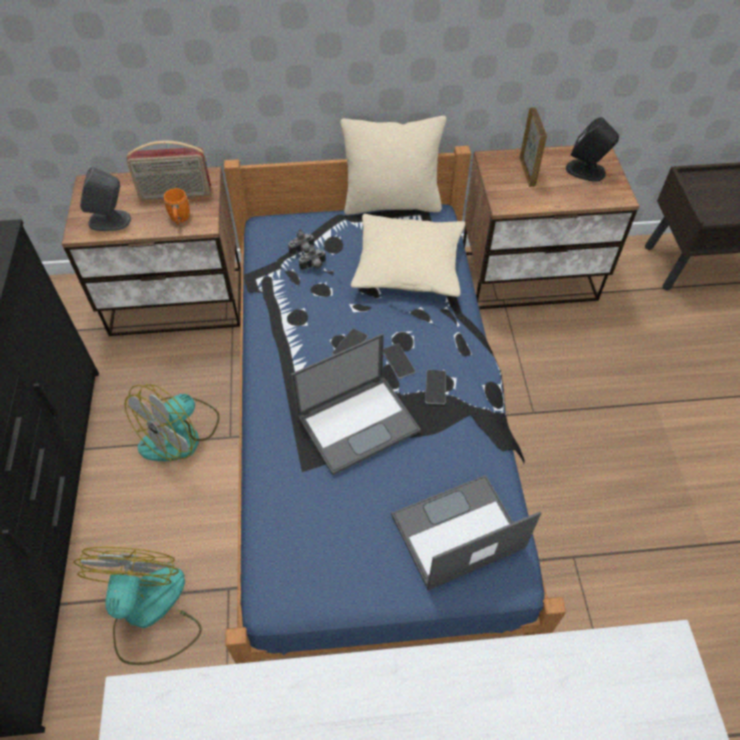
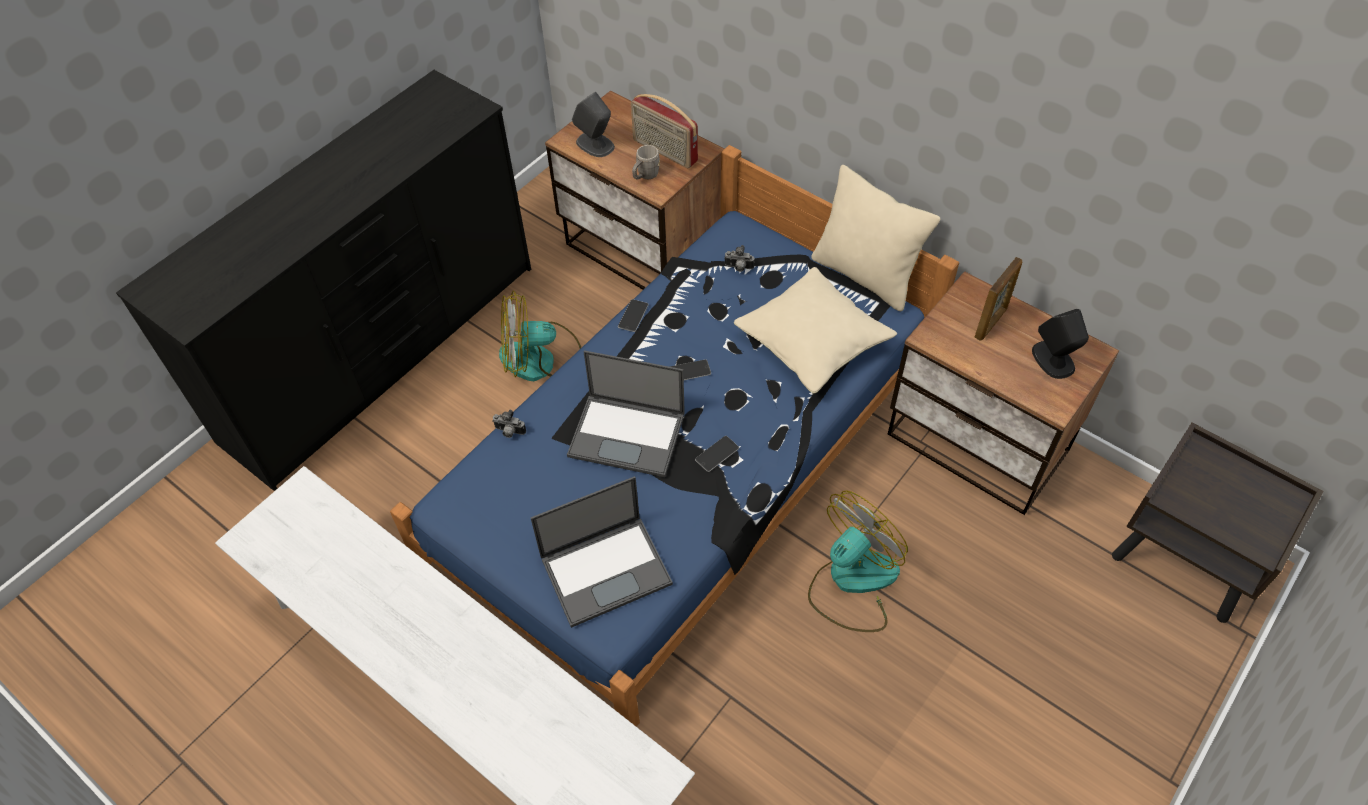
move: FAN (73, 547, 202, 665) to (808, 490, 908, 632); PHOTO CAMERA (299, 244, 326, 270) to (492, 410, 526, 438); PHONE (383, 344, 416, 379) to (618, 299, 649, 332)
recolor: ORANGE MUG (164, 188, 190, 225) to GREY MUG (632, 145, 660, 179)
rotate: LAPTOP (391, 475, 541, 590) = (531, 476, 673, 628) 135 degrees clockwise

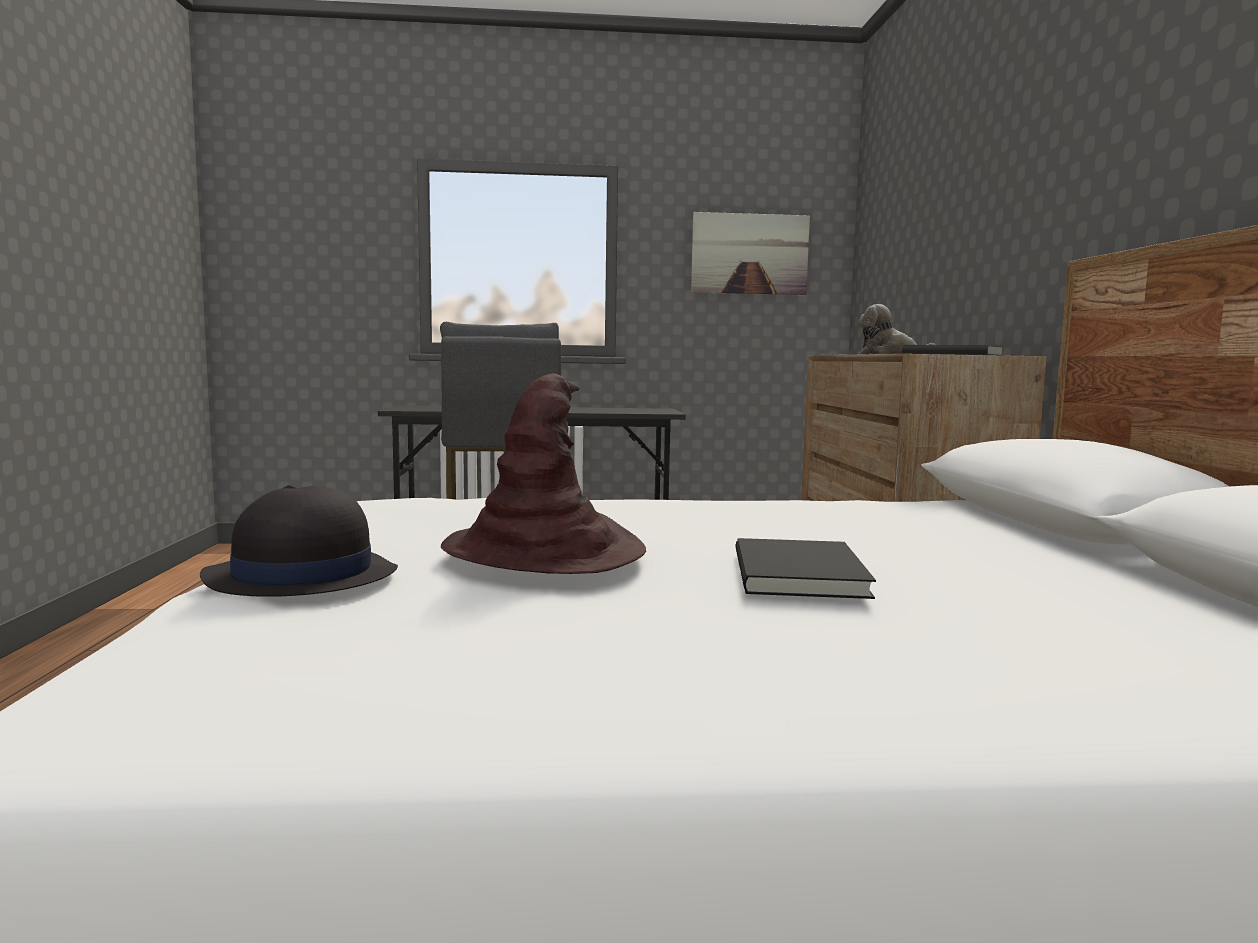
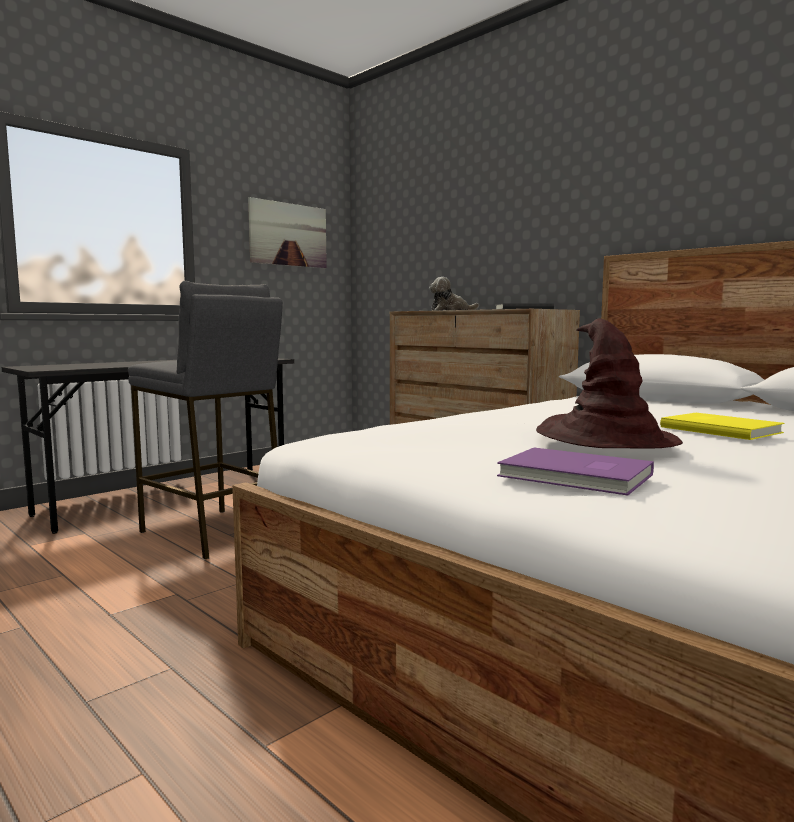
replace: BLACK HAT (200, 485, 398, 597) to PURPLE BOOK (497, 448, 654, 496)
recolor: BLACK BOOK (735, 538, 876, 599) to YELLOW BOOK (660, 413, 784, 440)

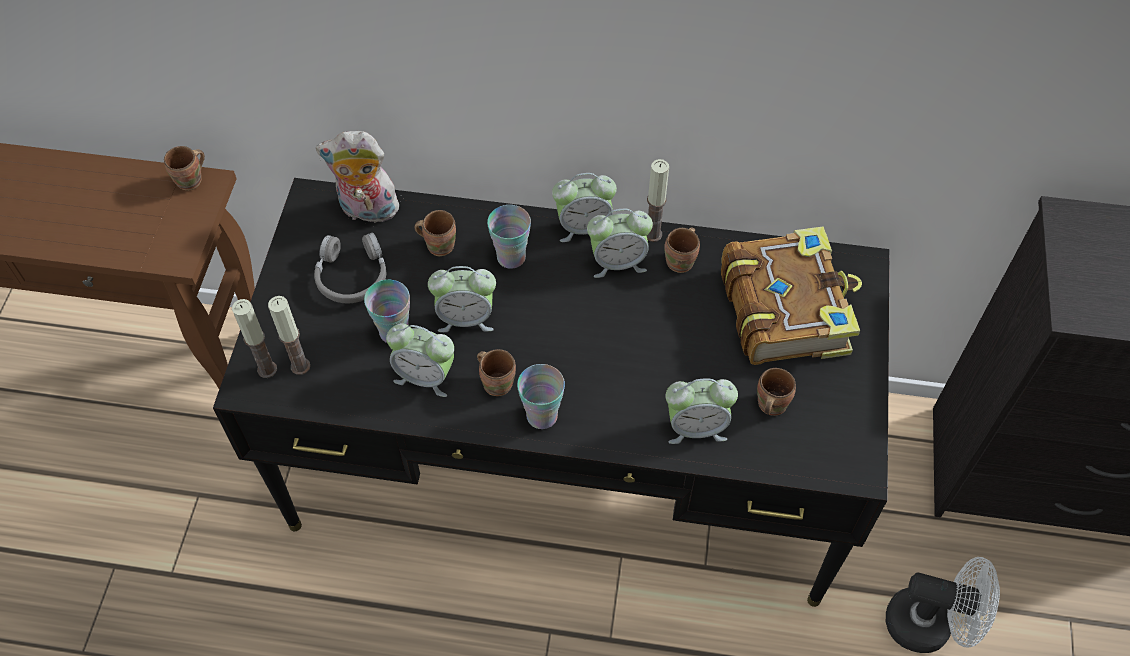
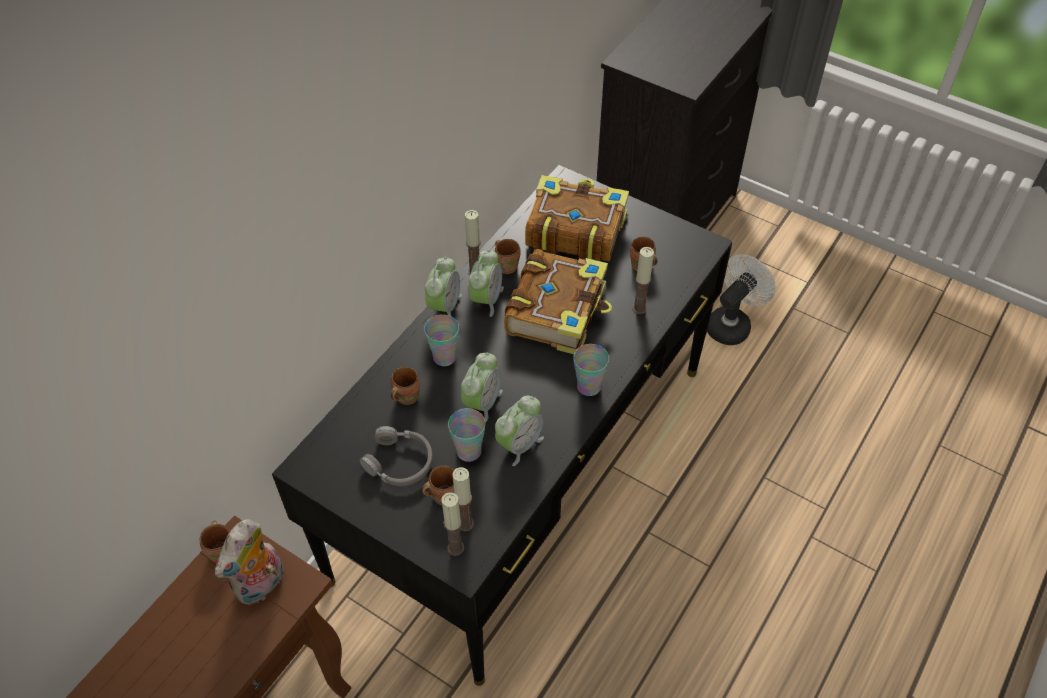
insert: BOOK (504, 249, 612, 354)
move: PLUSH TOY (316, 131, 401, 223) to (215, 520, 283, 605); BROWN MUG (477, 349, 516, 396) to (422, 465, 454, 505)
replace: ALARM CLOCK (666, 378, 738, 444) to CANDLE (632, 247, 654, 314)

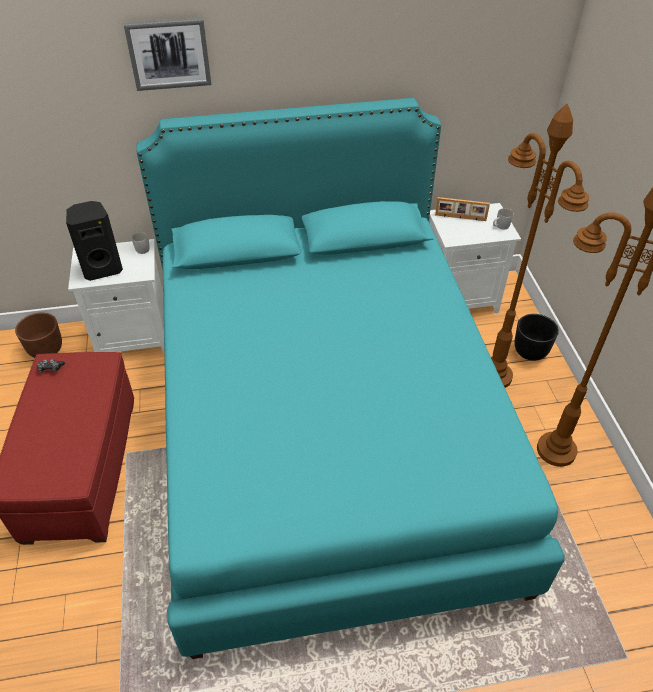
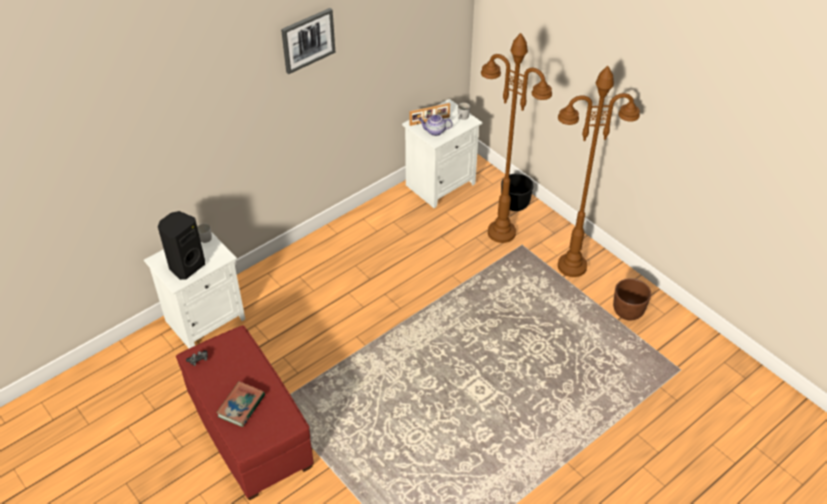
delete: TURQUOISE BED (136, 98, 565, 659)
insert: BOOK (216, 381, 265, 427); TEAPOT (419, 115, 453, 136)
move: BROWN PLANTER (15, 312, 62, 358) to (613, 278, 651, 320); PICTURE (124, 18, 211, 91) to (281, 8, 335, 74)

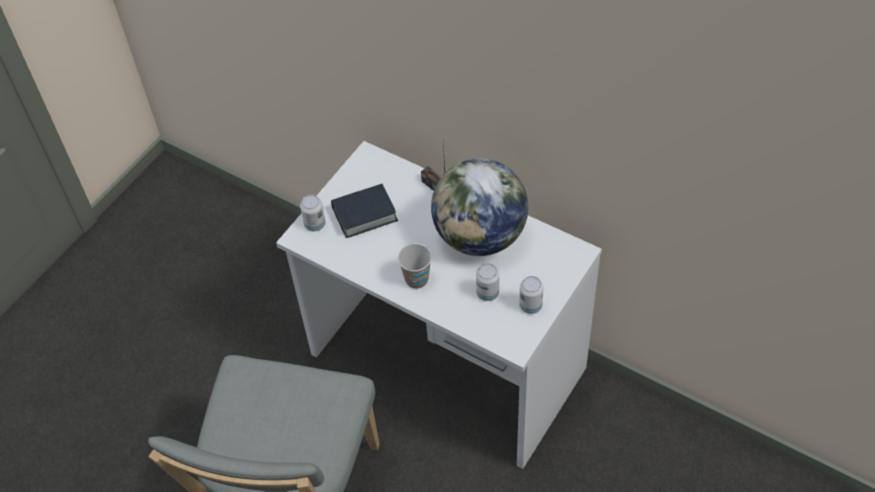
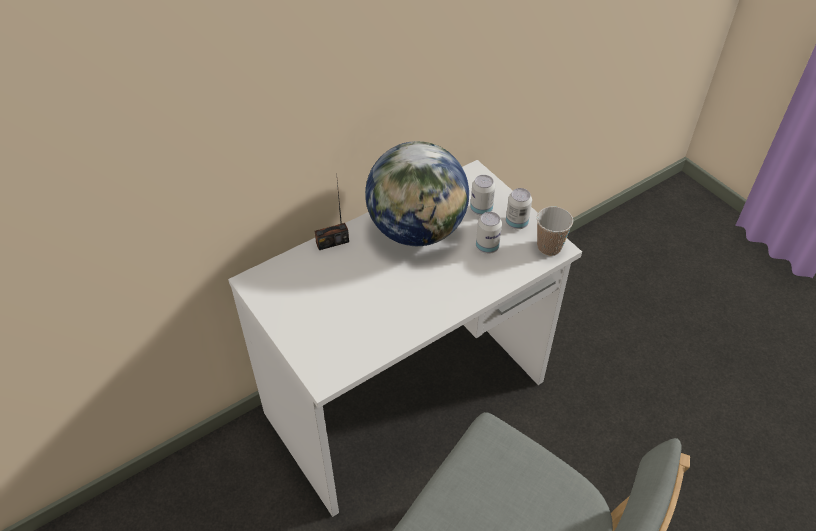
delete: BOOK (331, 184, 398, 238)
move: CAN (300, 195, 326, 231) to (470, 175, 495, 215); CUP (398, 243, 432, 289) to (537, 206, 573, 256)

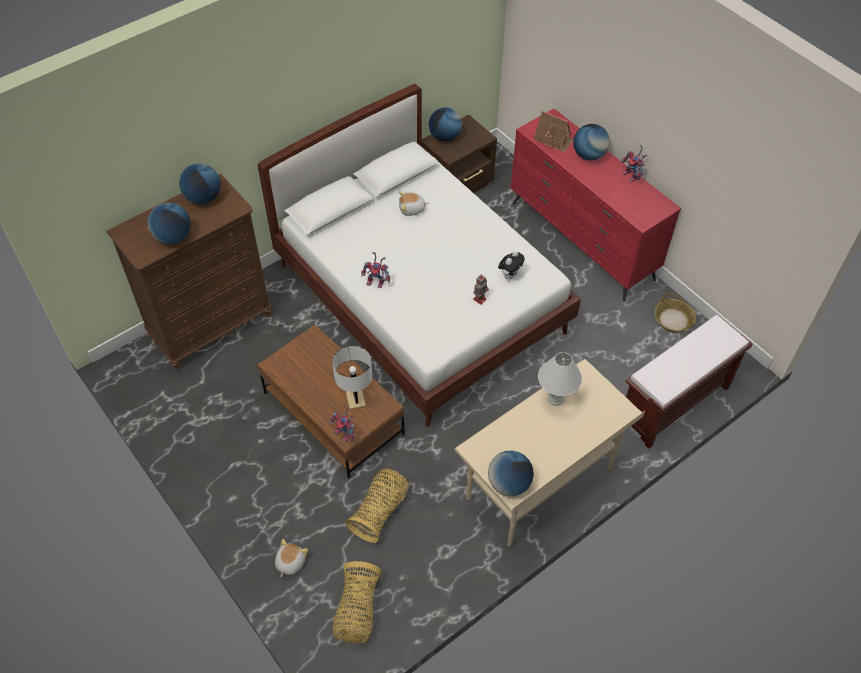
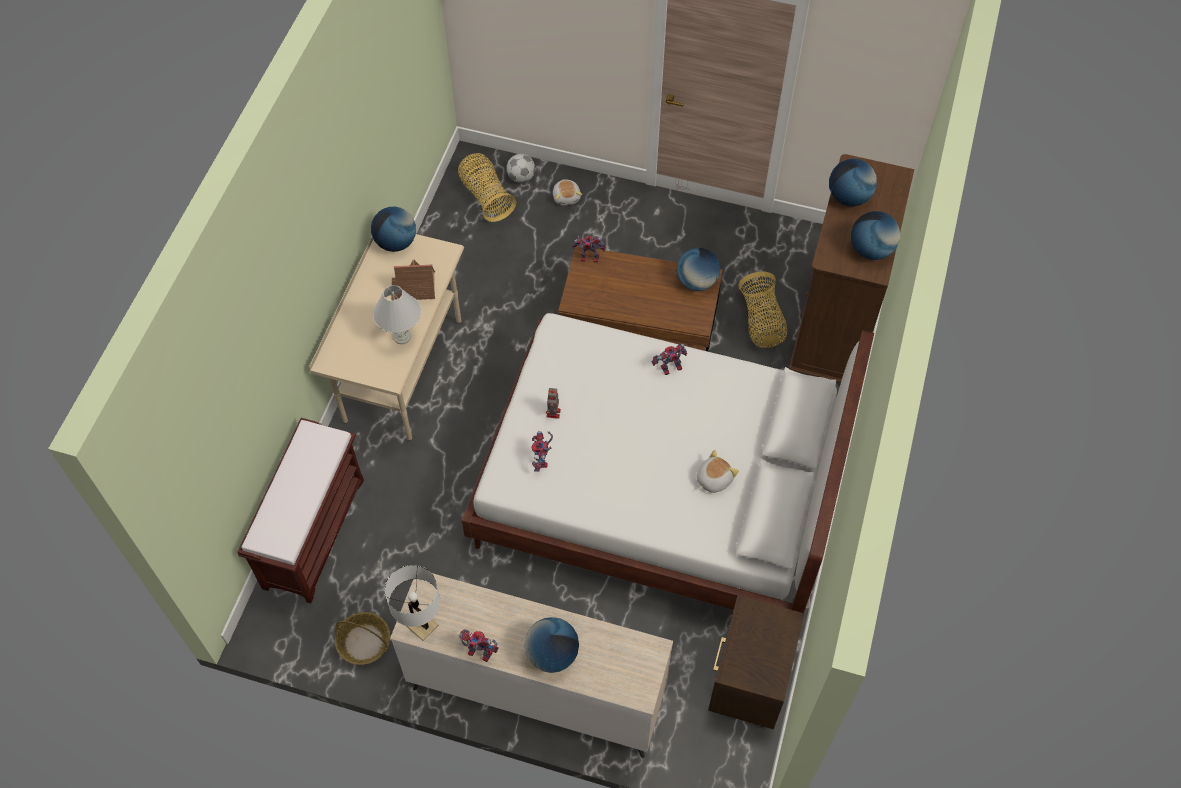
insert: FOOTBALL (506, 154, 535, 183)
move: WHITE TABLE LAMP (332, 346, 373, 410) to (384, 565, 440, 641); BASKET (346, 468, 409, 543) to (738, 272, 787, 348); GLOBE (429, 107, 462, 142) to (676, 248, 720, 291); TOY HOUSE (534, 111, 574, 152) to (391, 259, 435, 301)
replace: PLUSH TOY (498, 251, 525, 279) to TOY ROBOT (532, 431, 553, 471)
recolor: RED DRESSER (511, 109, 681, 302) to BEIGE DRESSER (390, 573, 673, 758)

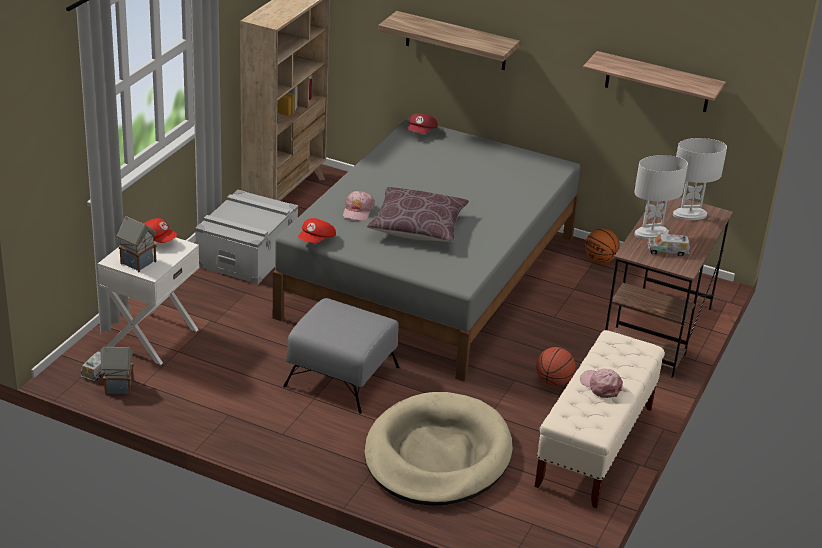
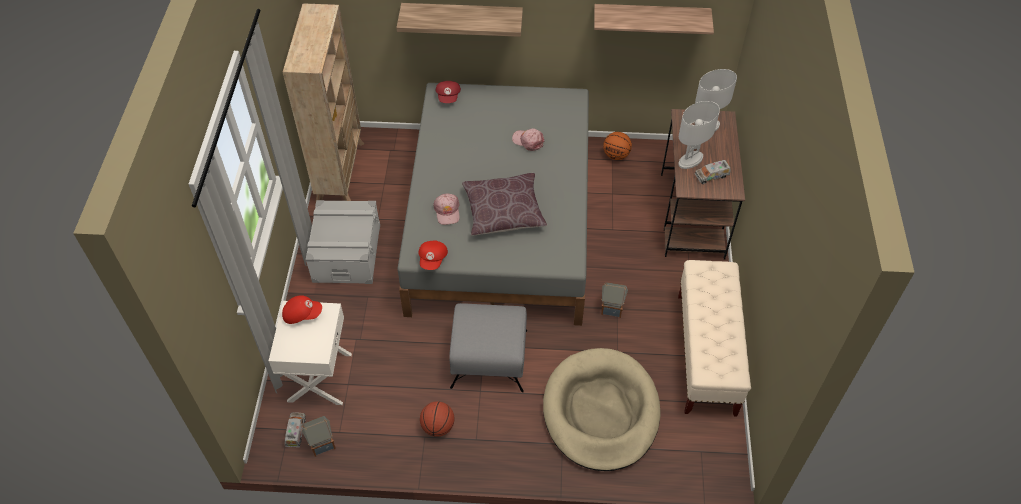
move: TOY HOUSE (116, 215, 157, 272) to (601, 282, 628, 318); BASKETBALL (536, 347, 575, 386) to (420, 401, 455, 437); PINK CAP (580, 369, 623, 398) to (512, 128, 544, 151)

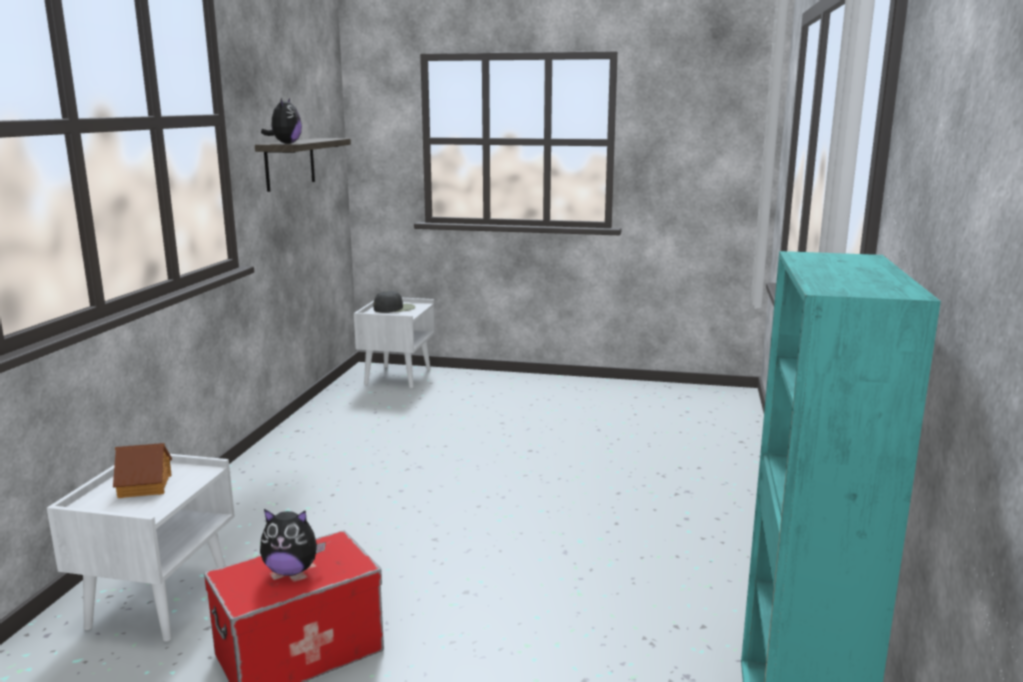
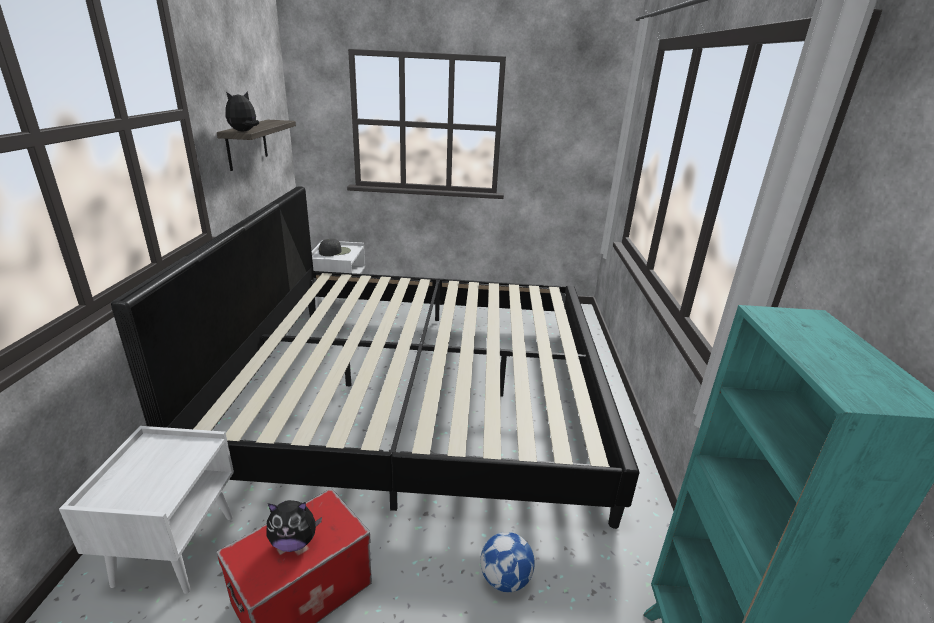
delete: TOY HOUSE (113, 443, 172, 498)
insert: BED (111, 186, 640, 529); FOOTBALL (480, 532, 535, 592)
rotate: PLUSH TOY (261, 98, 302, 144) = (225, 92, 259, 132) 135 degrees counterclockwise

